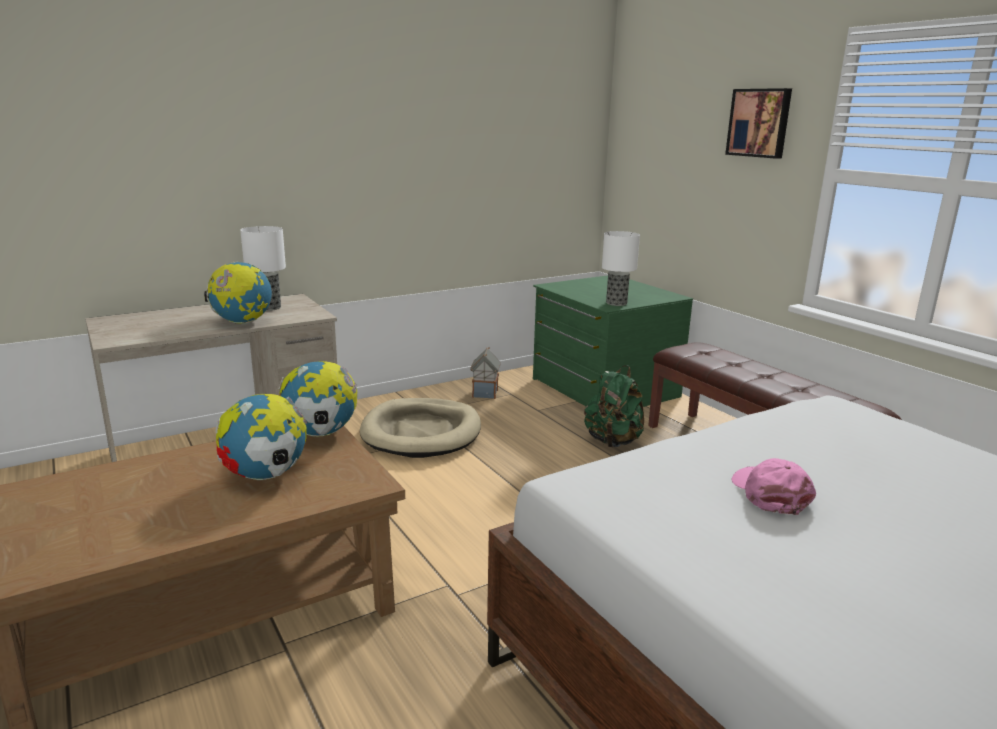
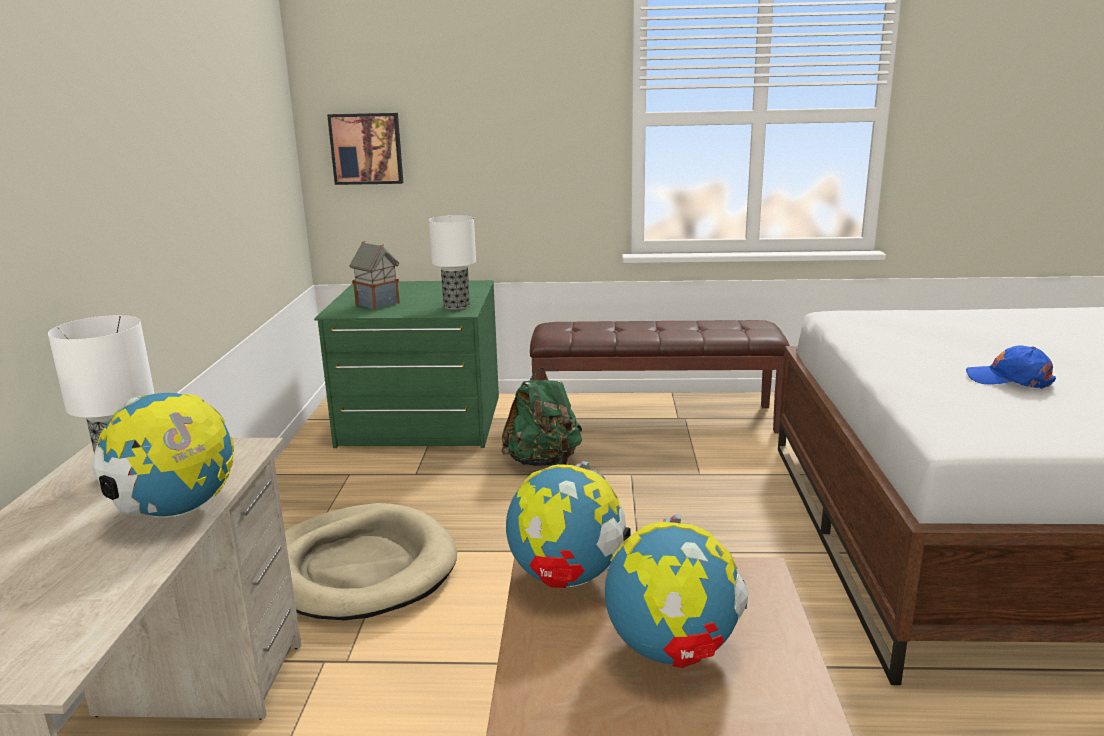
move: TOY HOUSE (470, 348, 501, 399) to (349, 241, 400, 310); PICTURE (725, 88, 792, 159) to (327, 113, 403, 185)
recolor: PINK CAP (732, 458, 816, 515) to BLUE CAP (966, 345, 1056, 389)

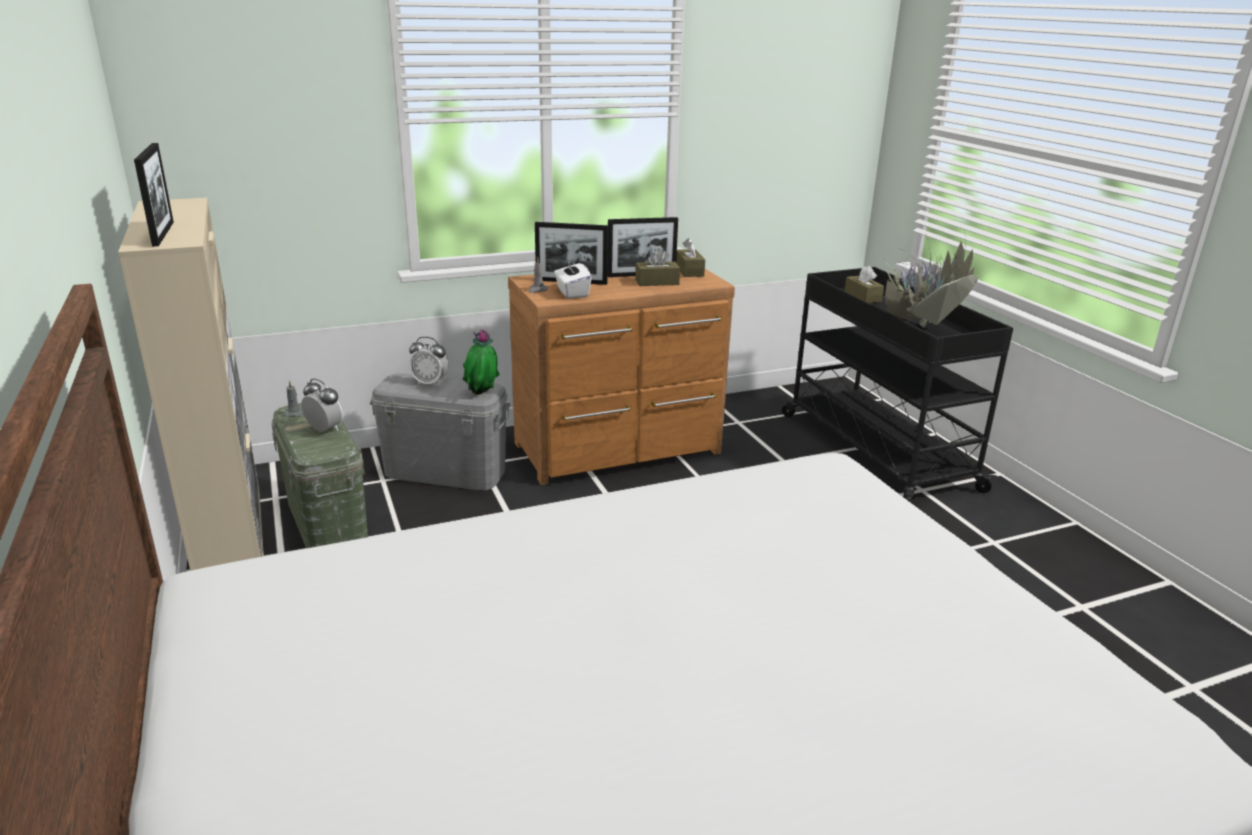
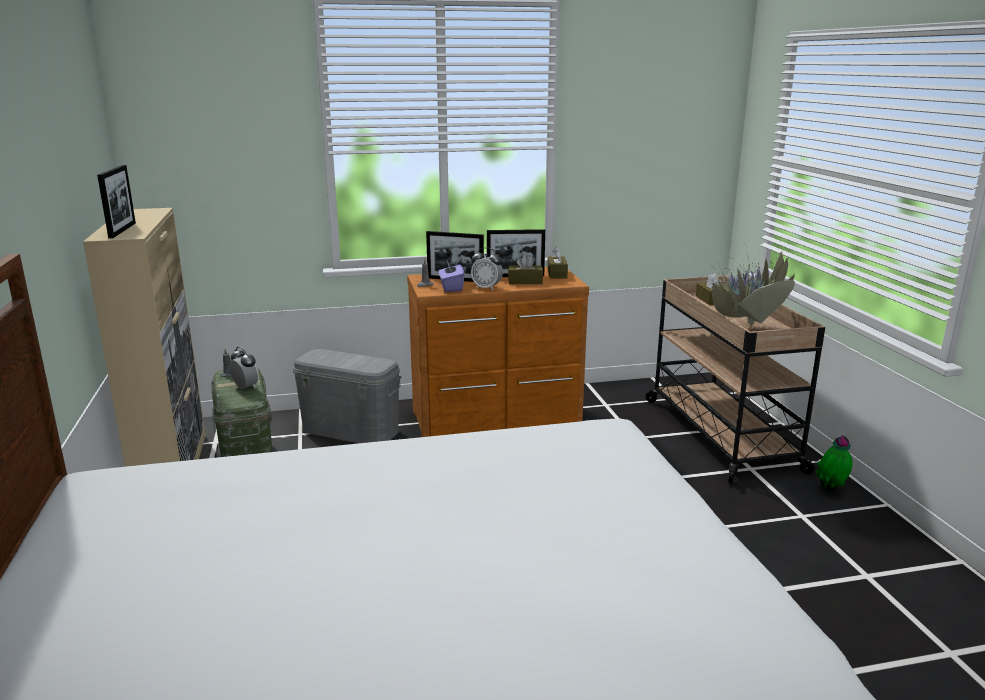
move: ALARM CLOCK (409, 337, 448, 387) to (471, 247, 503, 290); POTTED PLANT (463, 329, 500, 395) to (816, 435, 852, 490)
recolor: WHITE TISSUE BOX (554, 259, 592, 299) to PURPLE TISSUE BOX (439, 260, 464, 292); BLACK CART (782, 267, 1013, 503) to BEIGE CART (646, 276, 825, 484)

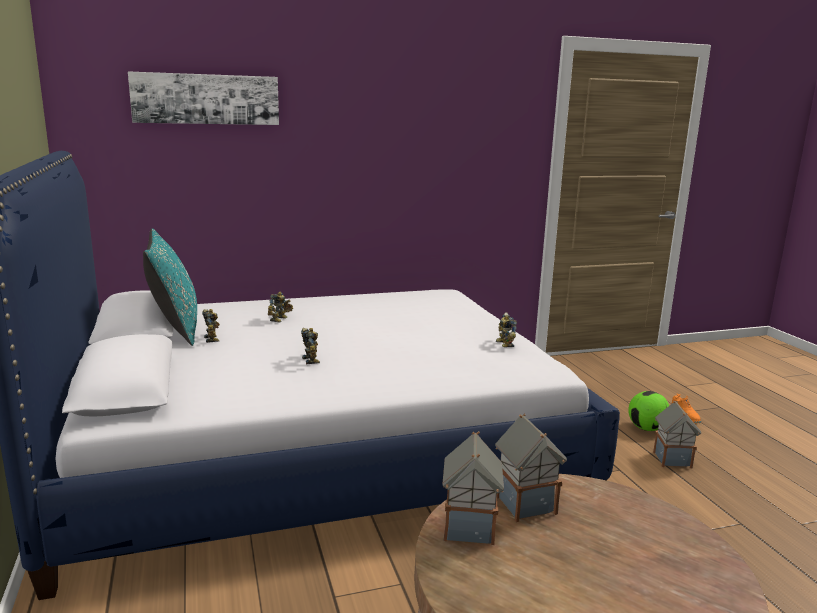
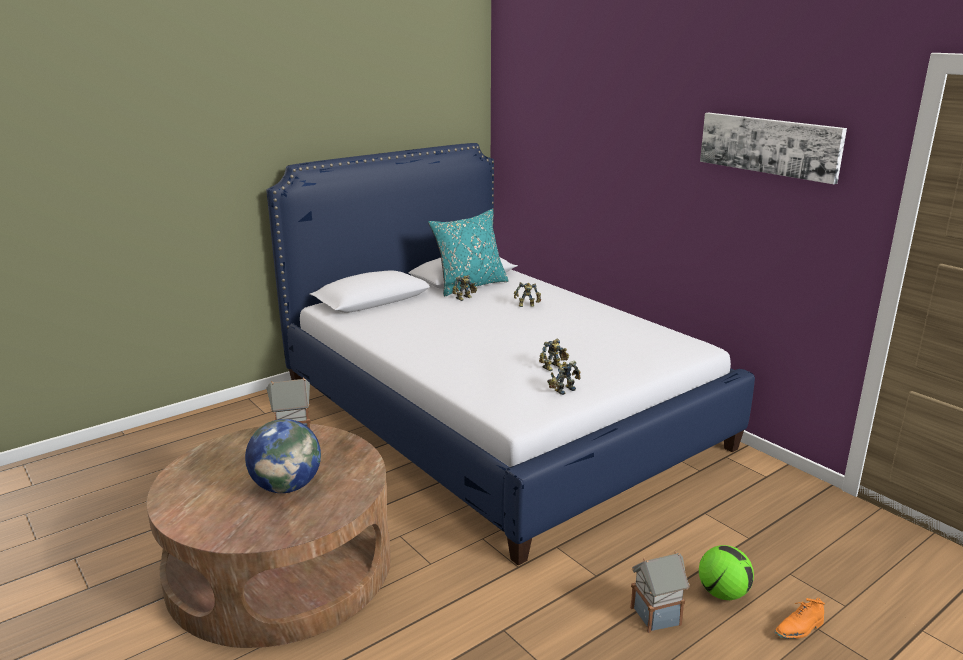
delete: TOY HOUSE (495, 414, 567, 522)
insert: GLOBE (245, 419, 321, 493)
move: PICTURE (128, 71, 279, 125) to (700, 113, 847, 184); TOY ROBOT (301, 328, 320, 364) to (539, 339, 569, 371)

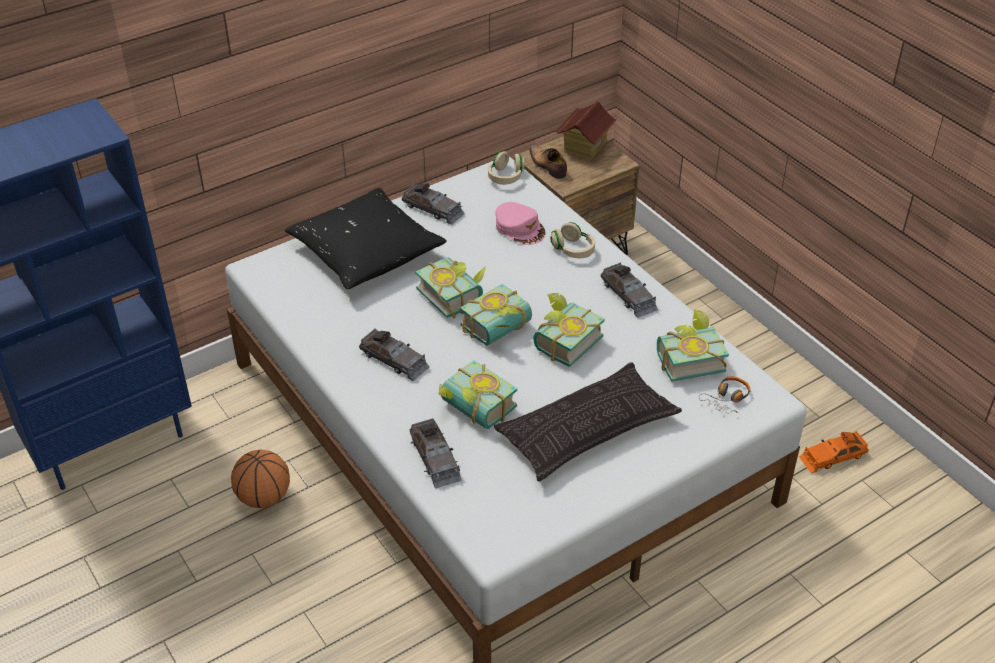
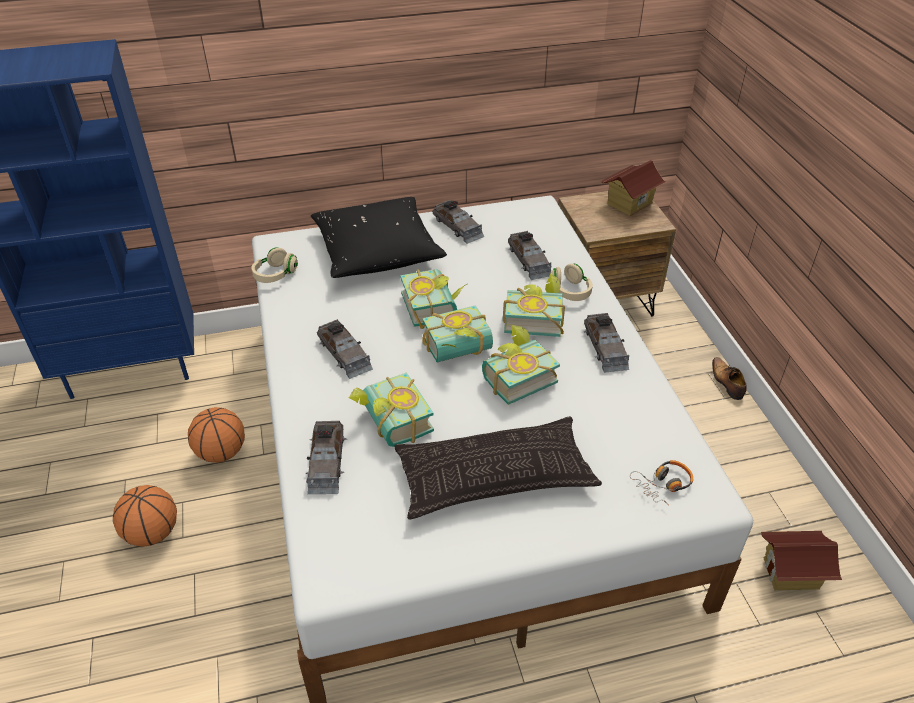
insert: BASKETBALL (113, 485, 177, 547)
move: BEIGE HEADPHONES (488, 151, 524, 185) to (251, 247, 298, 283); SHOE (529, 145, 567, 179) to (712, 357, 747, 400); BOOK (657, 309, 729, 382) to (503, 274, 565, 337)
replace: PINK CAP (496, 202, 546, 245) to GREY TOY CAR (508, 231, 551, 280); ORANGE TOY CAR (799, 431, 869, 473) to TOY HOUSE (761, 531, 842, 590)

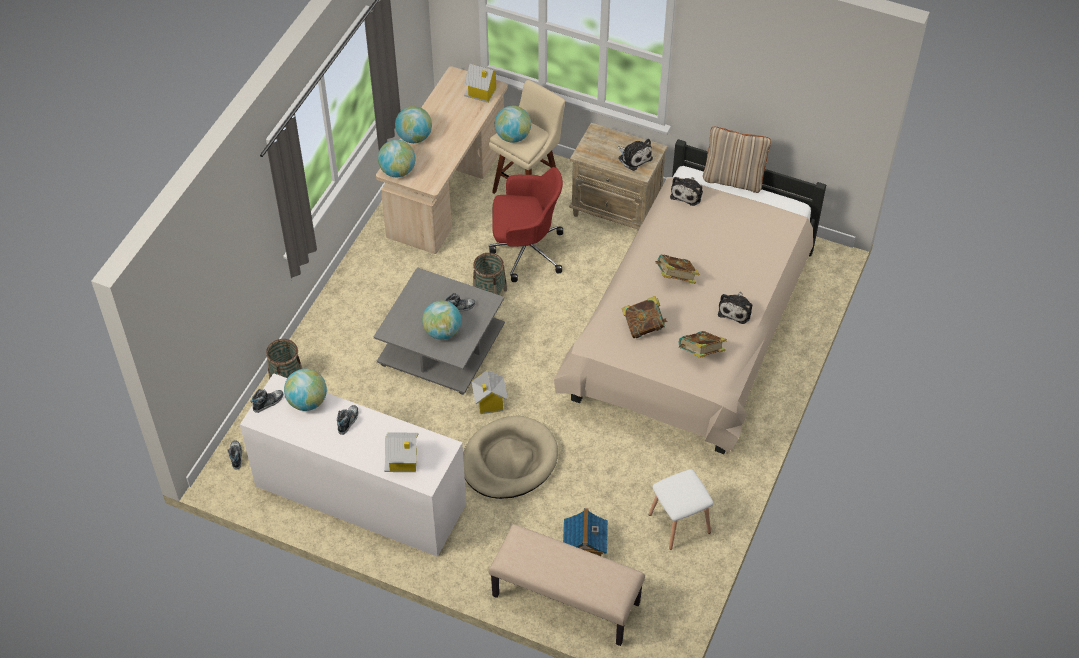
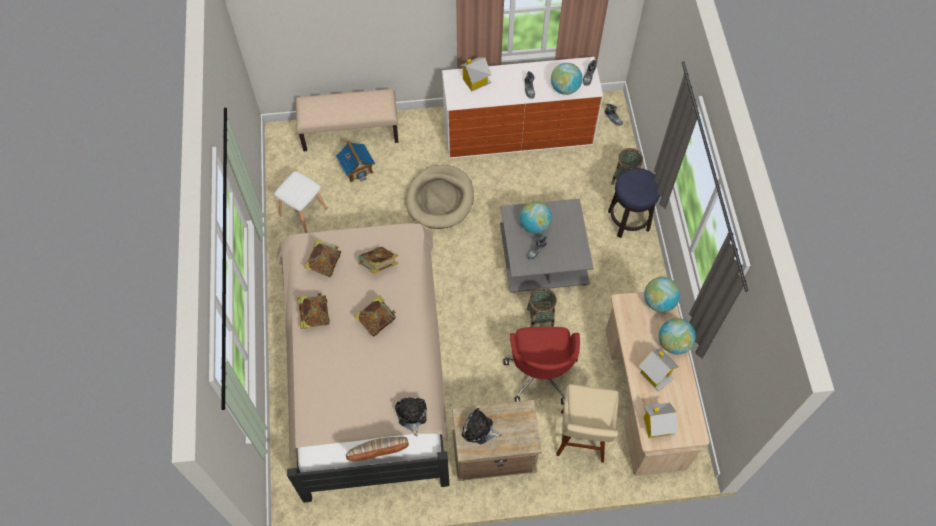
delete: GLOBE (495, 106, 531, 143)
insert: STOOL (608, 168, 660, 238)
move: TOY HOUSE (472, 370, 508, 414) to (639, 348, 679, 392)
replace: PLUSH TOY (718, 292, 752, 324) to BOOK (297, 293, 330, 329)
rotate: RED OFFICE CHAIR (489, 167, 563, 282) = (504, 327, 580, 405) 60 degrees counterclockwise

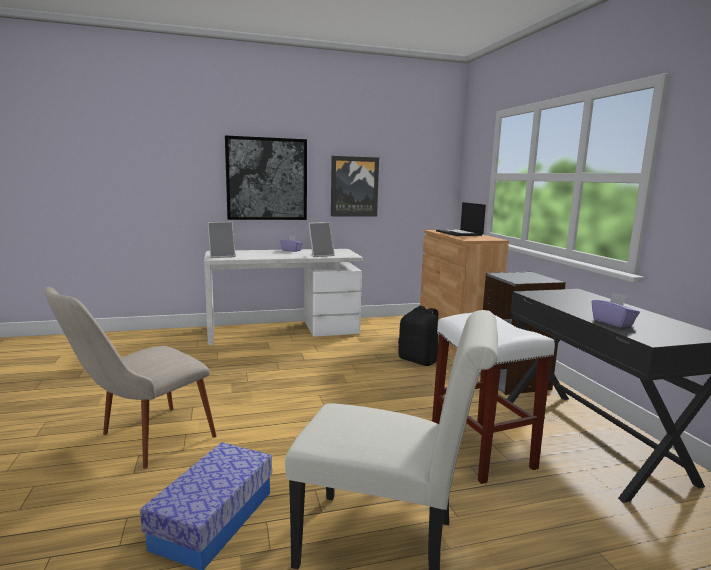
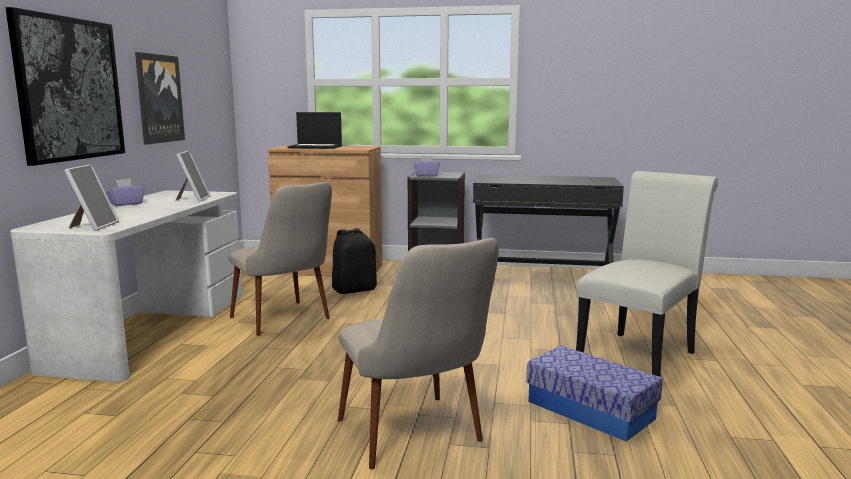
delete: WHITE STOOL (432, 313, 555, 484)
insert: BEIGE CHAIR (228, 182, 332, 336)
move: PURPLE TISSUE BOX (592, 292, 640, 328) to (414, 156, 440, 176)

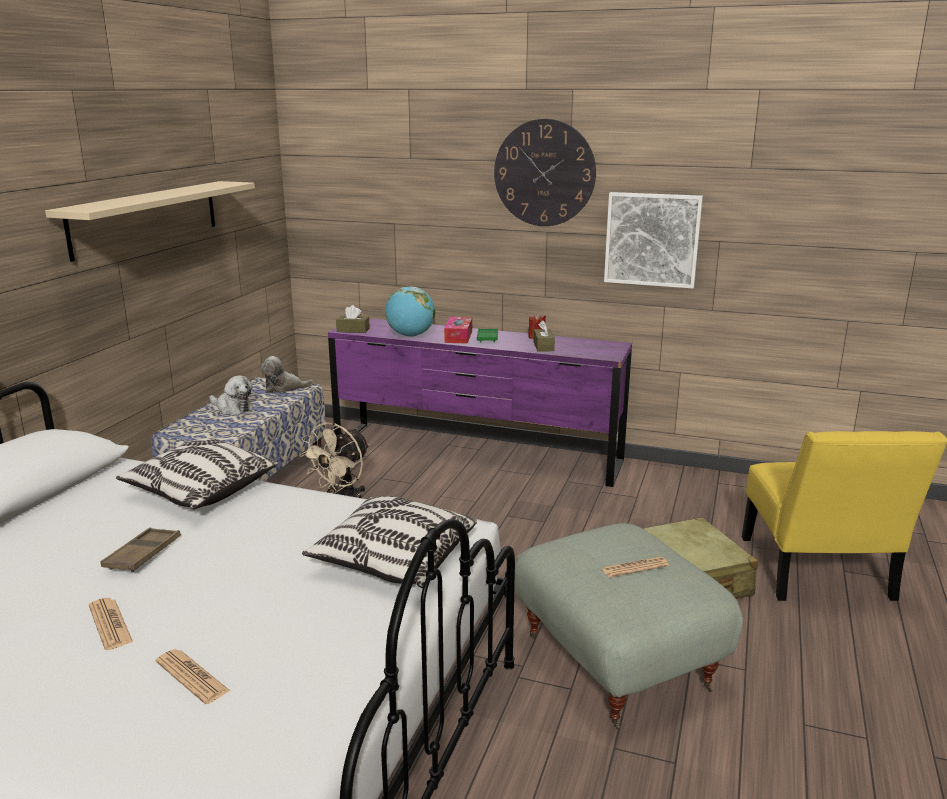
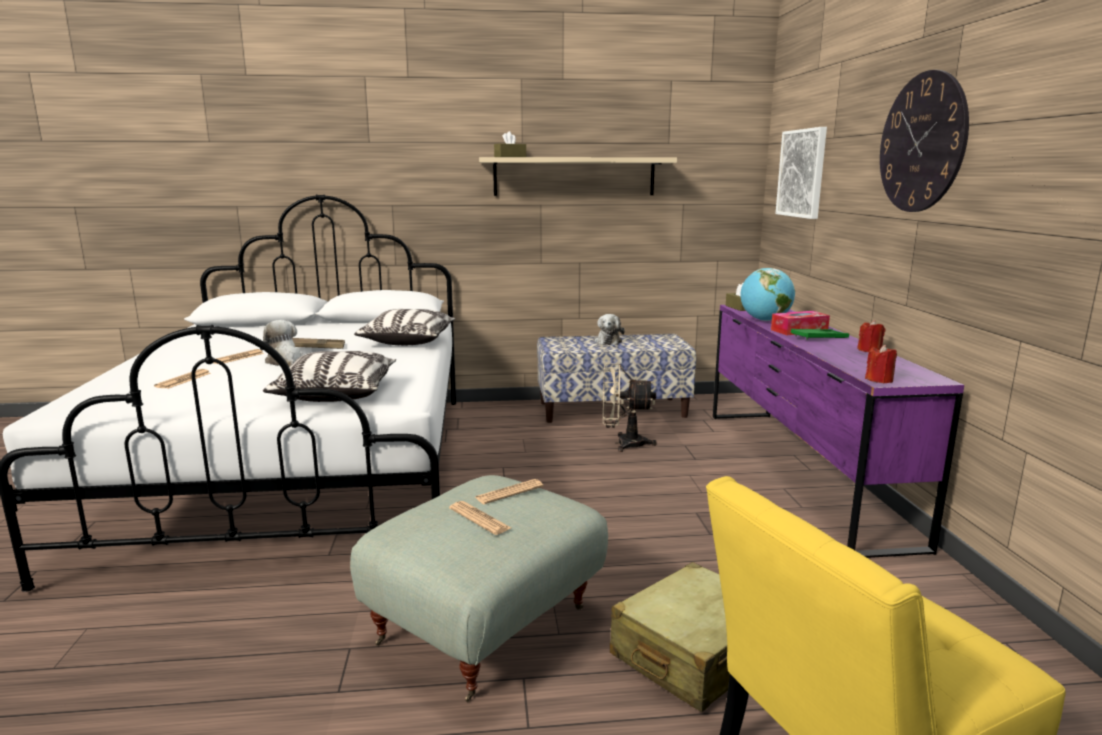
insert: NEWSPAPER (474, 479, 543, 504); RED CANDLE (865, 345, 897, 383)
move: PLUSH TOY (260, 356, 313, 393) to (260, 320, 303, 367); BROWN TISSUE BOX (534, 320, 555, 352) to (494, 131, 526, 157); PICTURE (604, 192, 703, 289) to (775, 127, 827, 219)

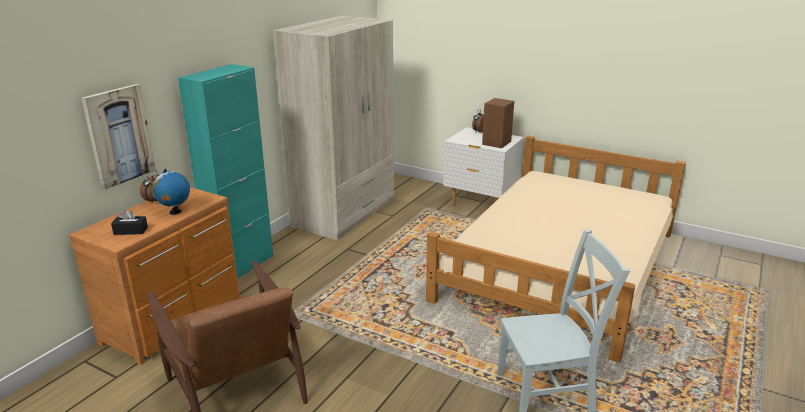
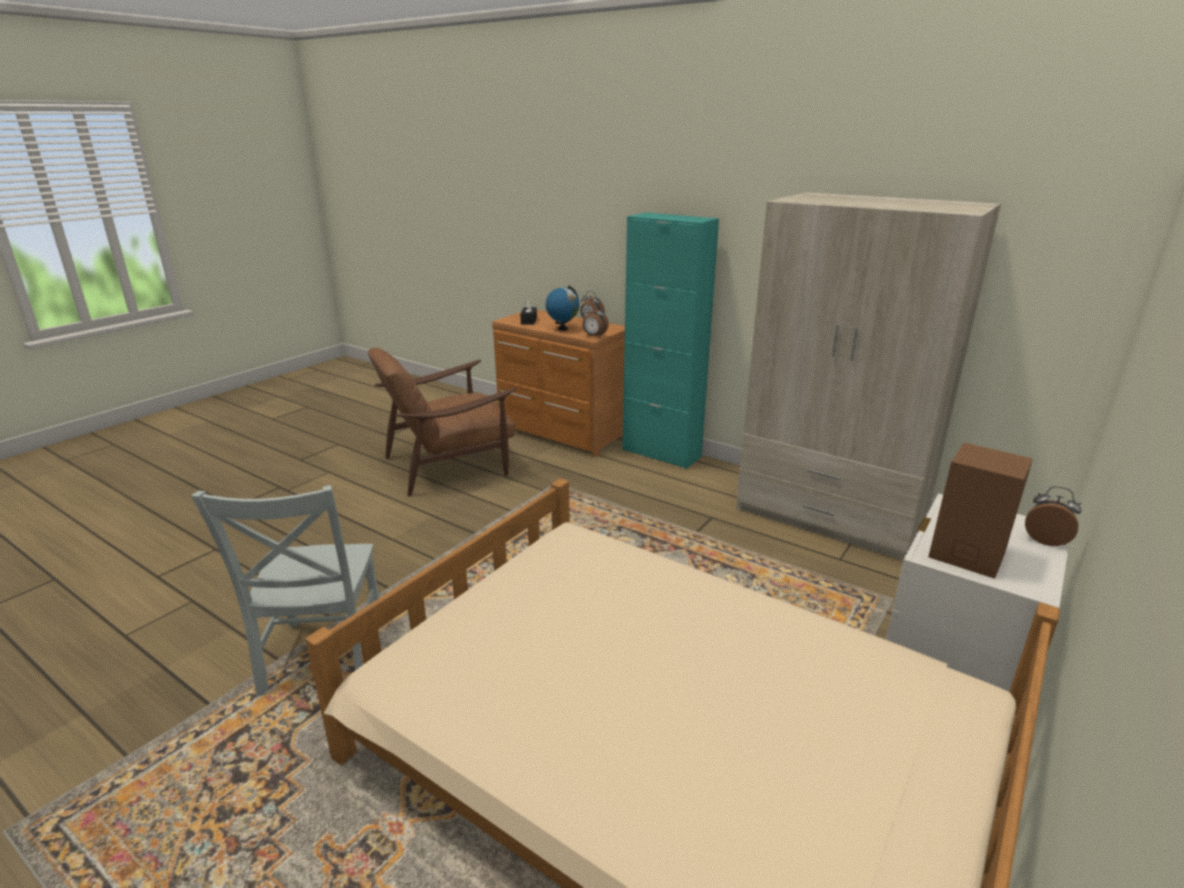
delete: PICTURE (82, 84, 156, 190)
insert: ALARM CLOCK (583, 303, 609, 337)

